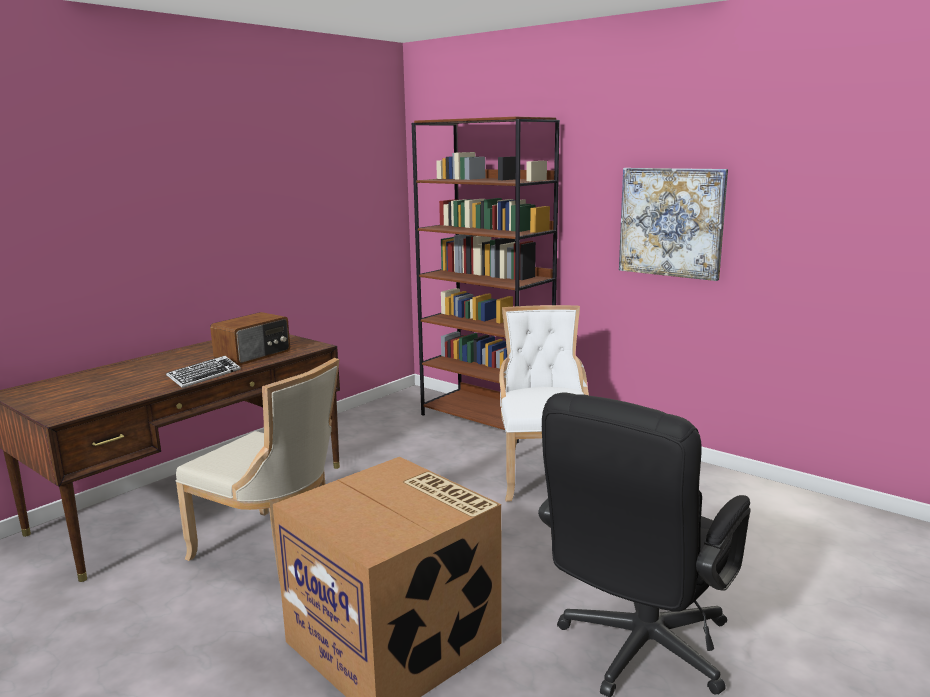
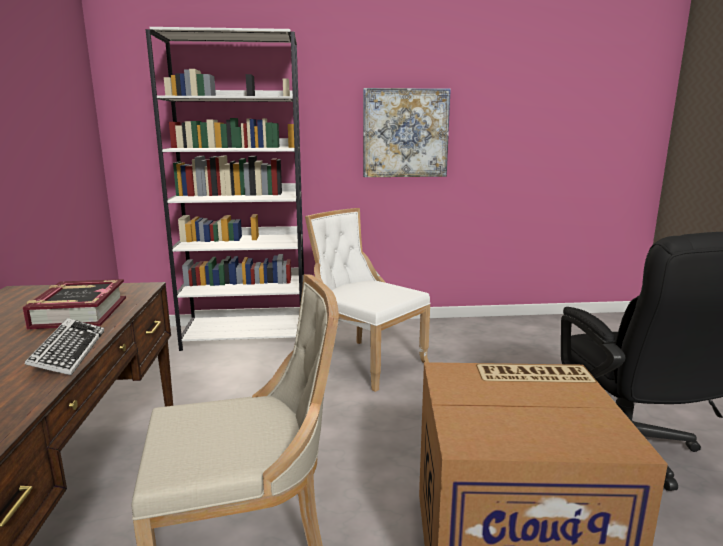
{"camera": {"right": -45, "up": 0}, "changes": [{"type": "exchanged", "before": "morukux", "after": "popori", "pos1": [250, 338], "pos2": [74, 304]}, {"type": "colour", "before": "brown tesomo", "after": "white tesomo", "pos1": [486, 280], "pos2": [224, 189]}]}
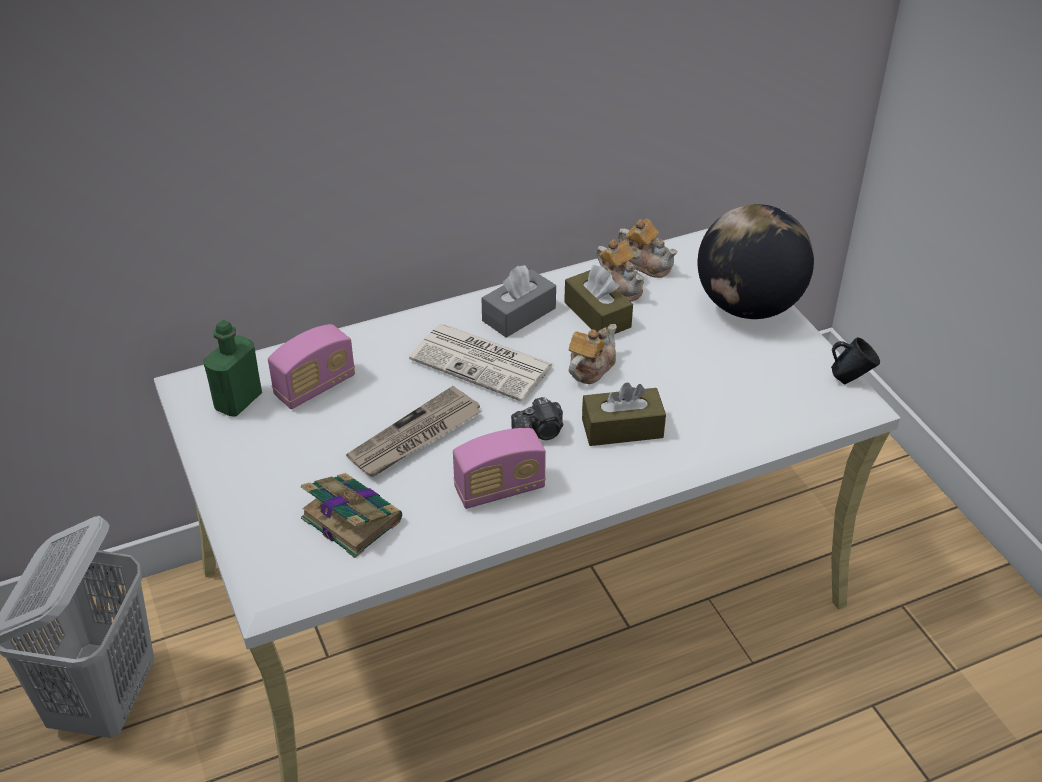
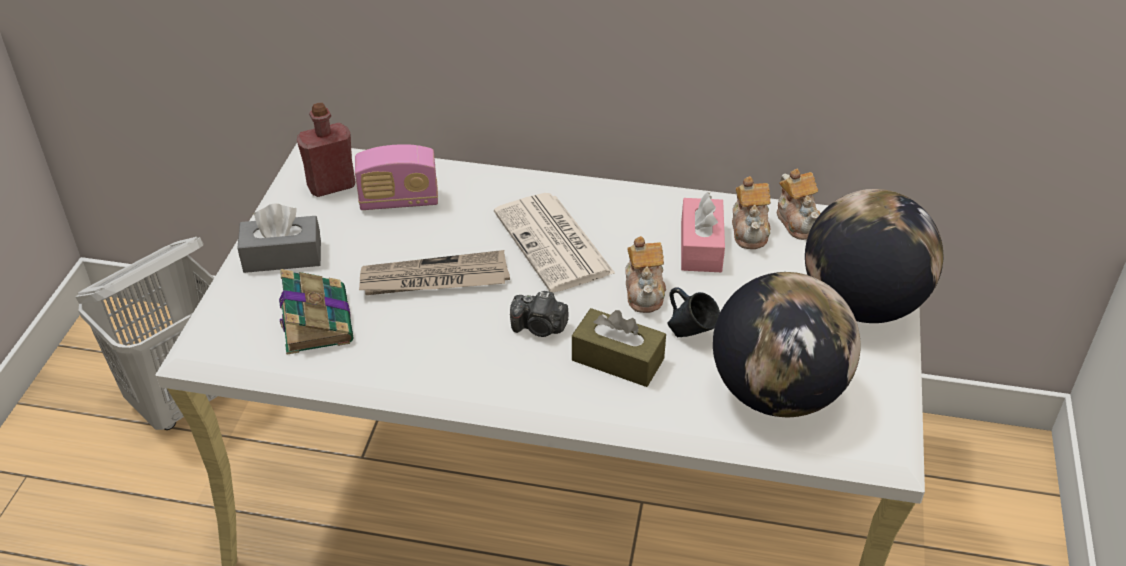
{"camera": {"right": 35, "up": 0}, "changes": [{"type": "missing", "before": "morukux", "pos1": [499, 468]}, {"type": "appeared", "after": "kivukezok", "pos2": [787, 344]}, {"type": "relocated", "before": "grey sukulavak", "pos1": [518, 301], "pos2": [279, 238]}, {"type": "relocated", "before": "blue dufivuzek", "pos1": [855, 360], "pos2": [693, 312]}, {"type": "colour", "before": "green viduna", "after": "red viduna", "pos1": [232, 368], "pos2": [326, 150]}, {"type": "colour", "before": "brown sukulavak", "after": "pink sukulavak", "pos1": [598, 299], "pos2": [703, 232]}, {"type": "spun", "before": "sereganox", "pos1": [593, 354], "pos2": [646, 274], "turn": 105}]}
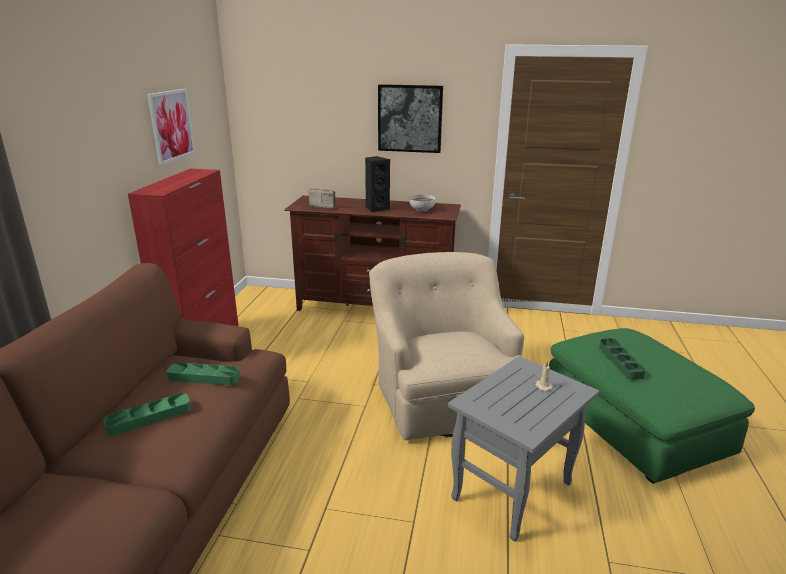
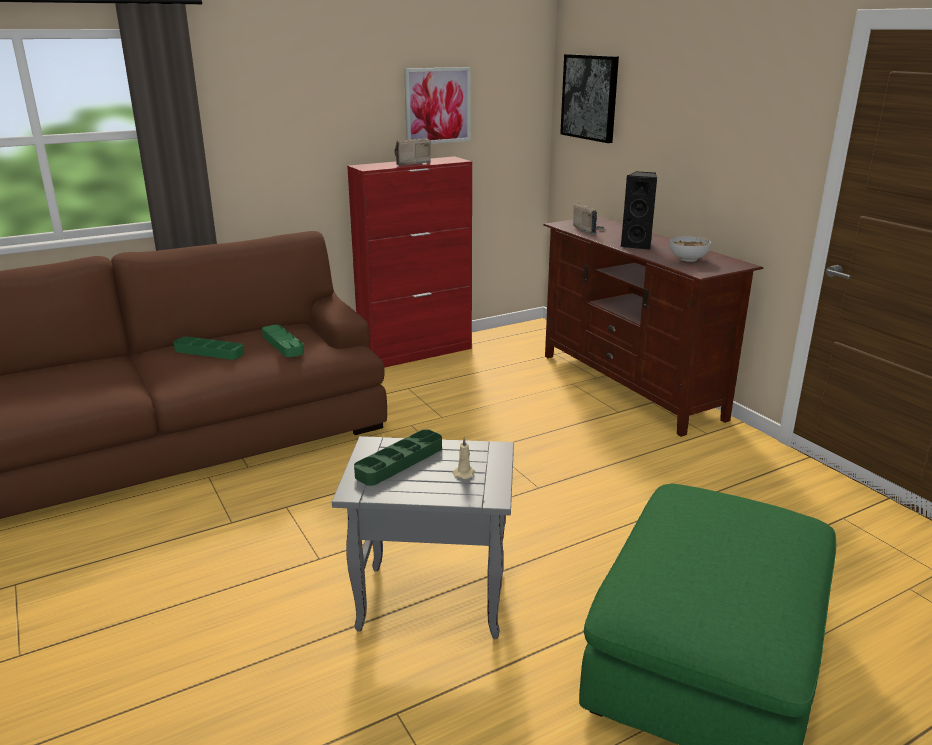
{"camera": {"right": 50, "up": 0}, "changes": [{"type": "missing", "before": "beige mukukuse", "pos1": [446, 346]}, {"type": "appeared", "after": "morukux", "pos2": [412, 152]}, {"type": "relocated", "before": "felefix", "pos1": [410, 118], "pos2": [589, 98]}, {"type": "relocated", "before": "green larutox", "pos1": [622, 359], "pos2": [398, 457]}]}
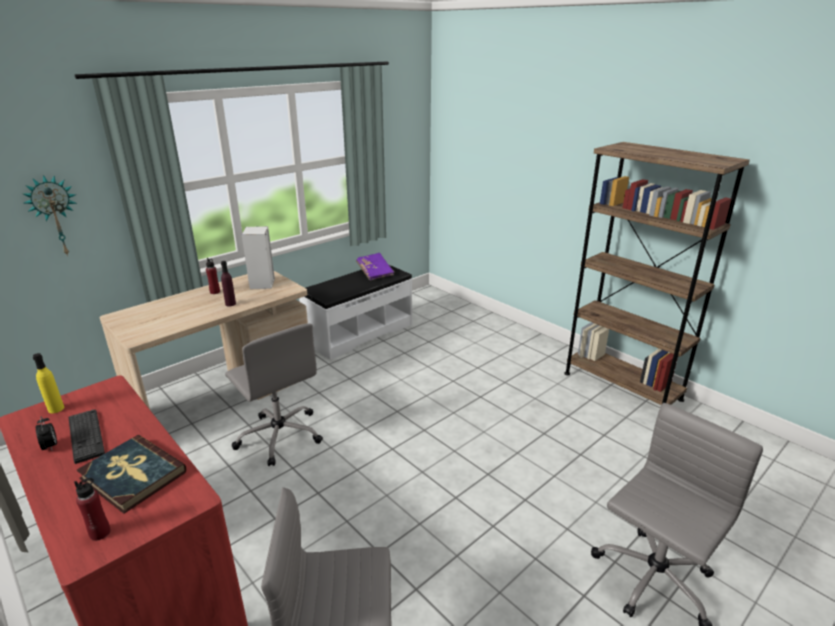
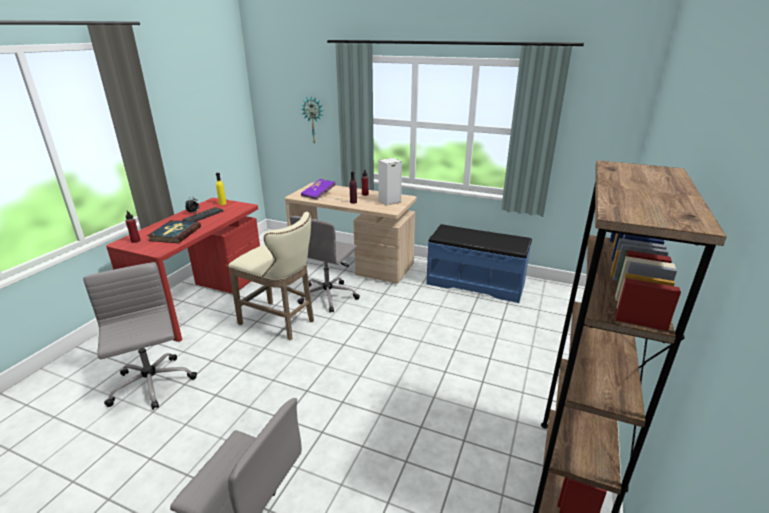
{"camera": {"right": 65, "up": 0}, "changes": [{"type": "appeared", "after": "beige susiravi", "pos2": [271, 276]}, {"type": "relocated", "before": "purple popori", "pos1": [375, 267], "pos2": [318, 189]}, {"type": "colour", "before": "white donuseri", "after": "blue donuseri", "pos1": [355, 312], "pos2": [479, 263]}]}
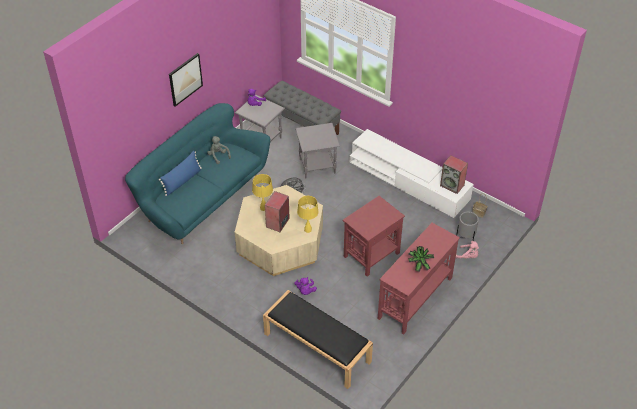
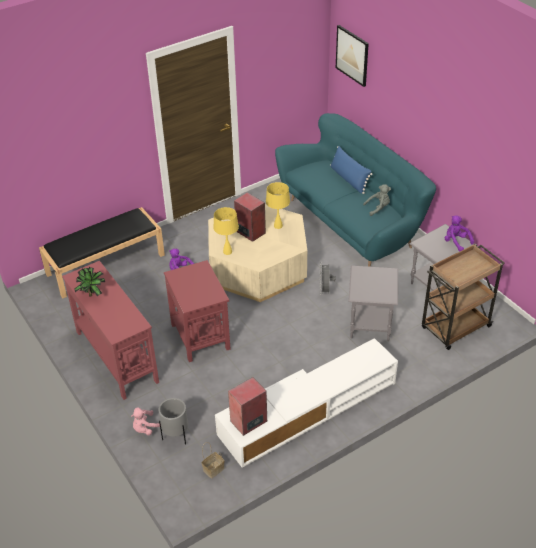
{"camera": {"right": 110, "up": -5}, "changes": [{"type": "relocated", "before": "felefix", "pos1": [186, 80], "pos2": [352, 56]}, {"type": "exchanged", "before": "grey donuseri", "after": "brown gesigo", "pos1": [302, 108], "pos2": [463, 297]}]}
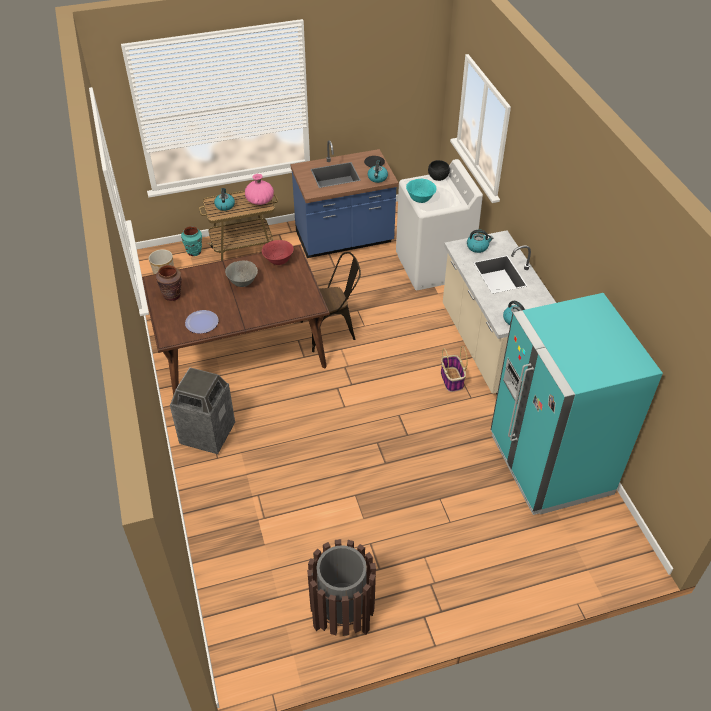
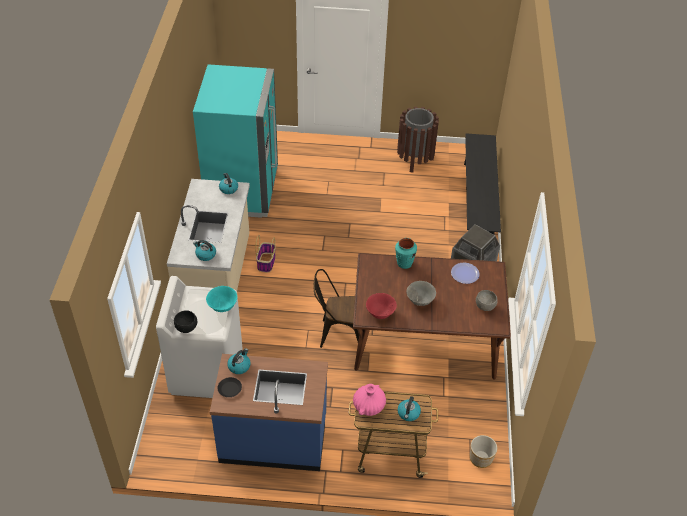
{"camera": {"right": -160, "up": 0}, "changes": [{"type": "appeared", "after": "black donuseri", "pos2": [482, 184]}, {"type": "relocated", "before": "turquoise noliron", "pos1": [191, 241], "pos2": [406, 253]}, {"type": "exchanged", "before": "brown noliron", "after": "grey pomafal", "pos1": [169, 283], "pos2": [487, 300]}]}
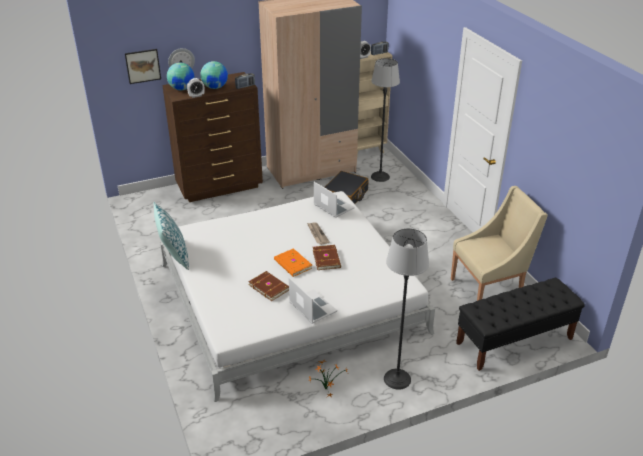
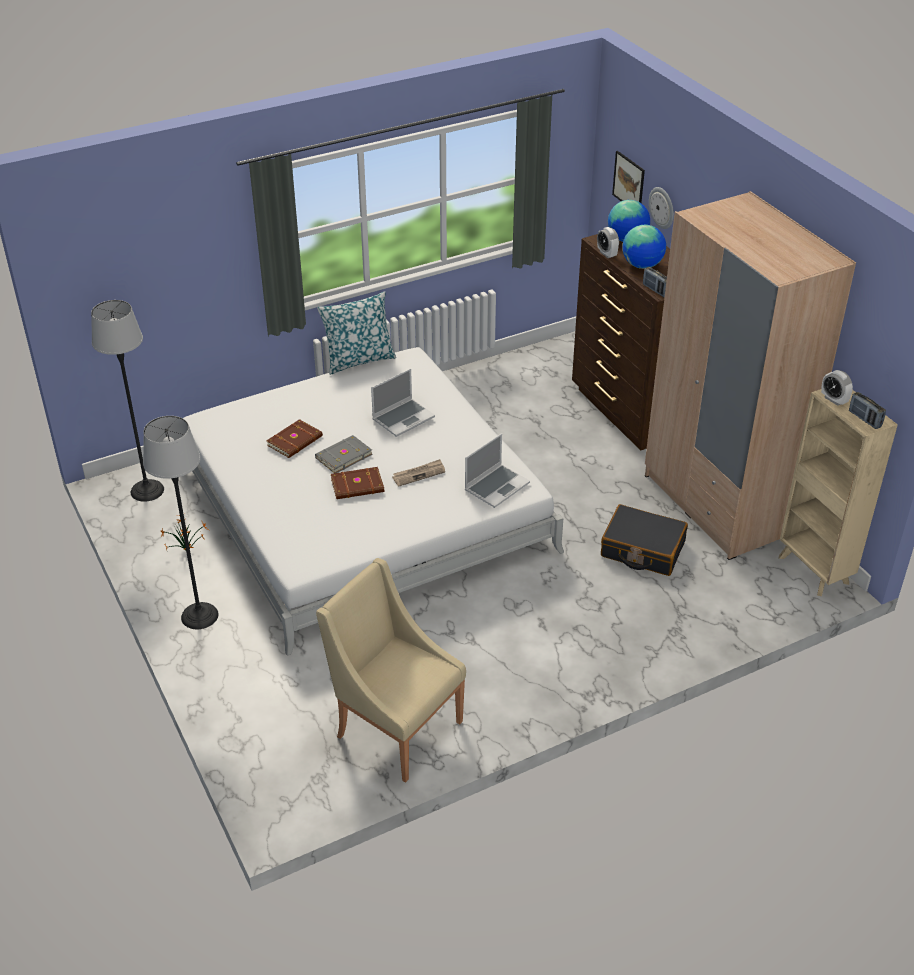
{"camera": {"right": 85, "up": 5}, "changes": [{"type": "missing", "before": "black donuseri", "pos1": [520, 324]}, {"type": "relocated", "before": "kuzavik", "pos1": [313, 300], "pos2": [403, 403]}, {"type": "relocated", "before": "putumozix", "pos1": [385, 120], "pos2": [127, 401]}, {"type": "colour", "before": "orange popori", "after": "grey popori", "pos1": [293, 262], "pos2": [344, 454]}, {"type": "spun", "before": "beige mukukuse", "pos1": [499, 243], "pos2": [391, 670], "turn": 150}]}
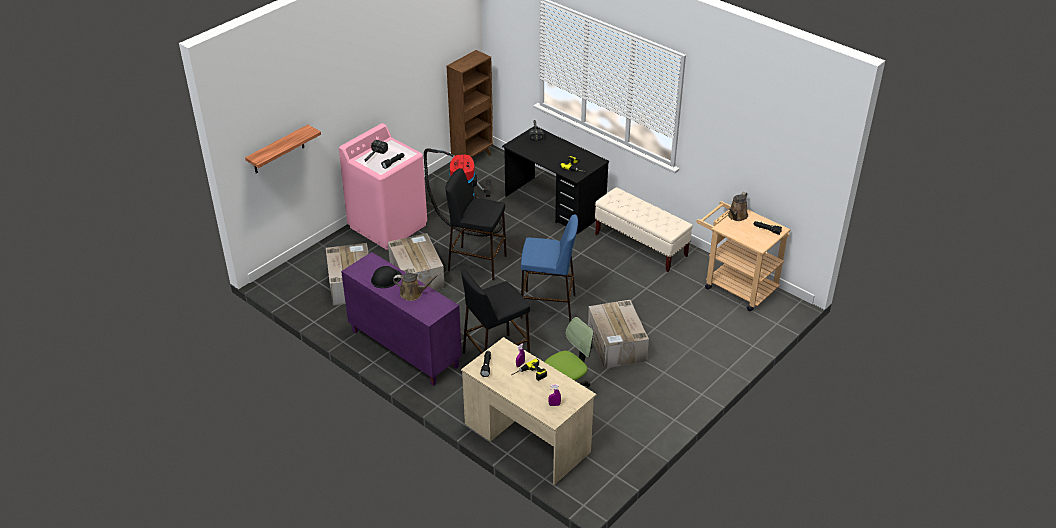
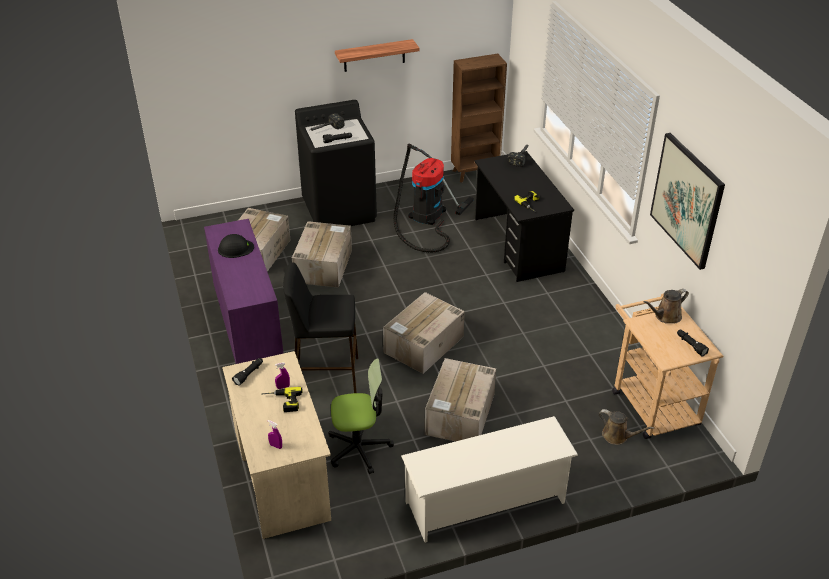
{"camera": {"right": 30, "up": 0}, "changes": [{"type": "missing", "before": "black susiravi", "pos1": [476, 224]}, {"type": "missing", "before": "beige donuseri", "pos1": [644, 229]}, {"type": "appeared", "after": "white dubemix", "pos2": [489, 479]}, {"type": "appeared", "after": "felefix", "pos2": [687, 201]}, {"type": "relocated", "before": "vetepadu", "pos1": [283, 149], "pos2": [377, 55]}, {"type": "relocated", "before": "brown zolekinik", "pos1": [416, 287], "pos2": [626, 427]}, {"type": "exchanged", "before": "blue susiravi", "after": "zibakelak", "pos1": [549, 268], "pos2": [424, 333]}, {"type": "colour", "before": "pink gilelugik", "after": "black gilelugik", "pos1": [383, 186], "pos2": [336, 163]}]}
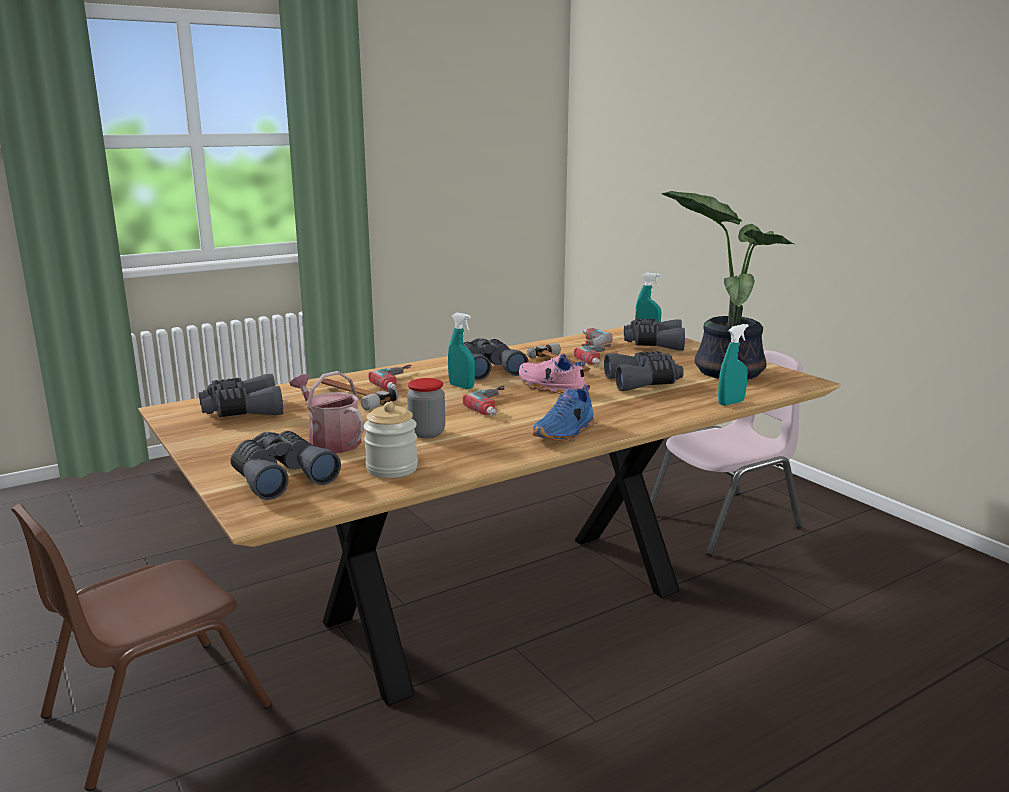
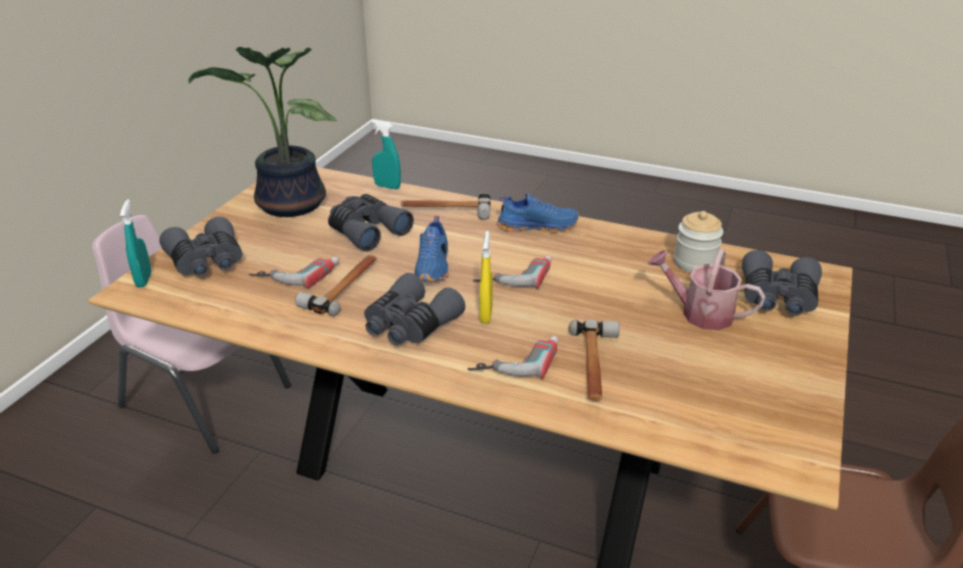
{"camera": {"right": -125, "up": 15}, "changes": [{"type": "missing", "before": "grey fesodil", "pos1": [241, 395]}, {"type": "missing", "before": "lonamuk", "pos1": [426, 408]}, {"type": "missing", "before": "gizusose", "pos1": [596, 337]}, {"type": "appeared", "after": "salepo", "pos2": [445, 206]}, {"type": "colour", "before": "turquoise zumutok", "after": "yellow zumutok", "pos1": [461, 351], "pos2": [486, 277]}, {"type": "colour", "before": "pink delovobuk", "after": "blue delovobuk", "pos1": [552, 373], "pos2": [432, 249]}, {"type": "spun", "before": "zolekinik", "pos1": [326, 412], "pos2": [707, 289], "turn": 105}]}
